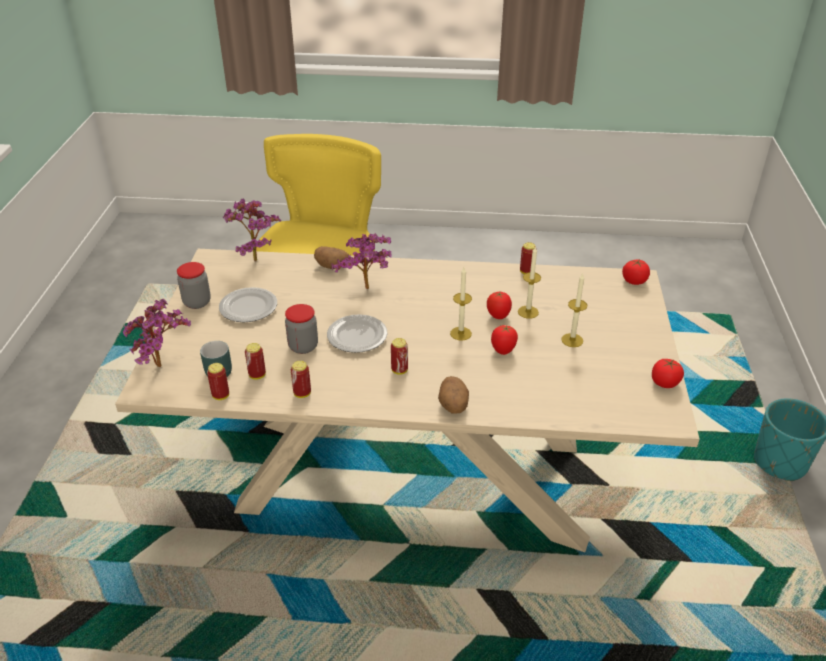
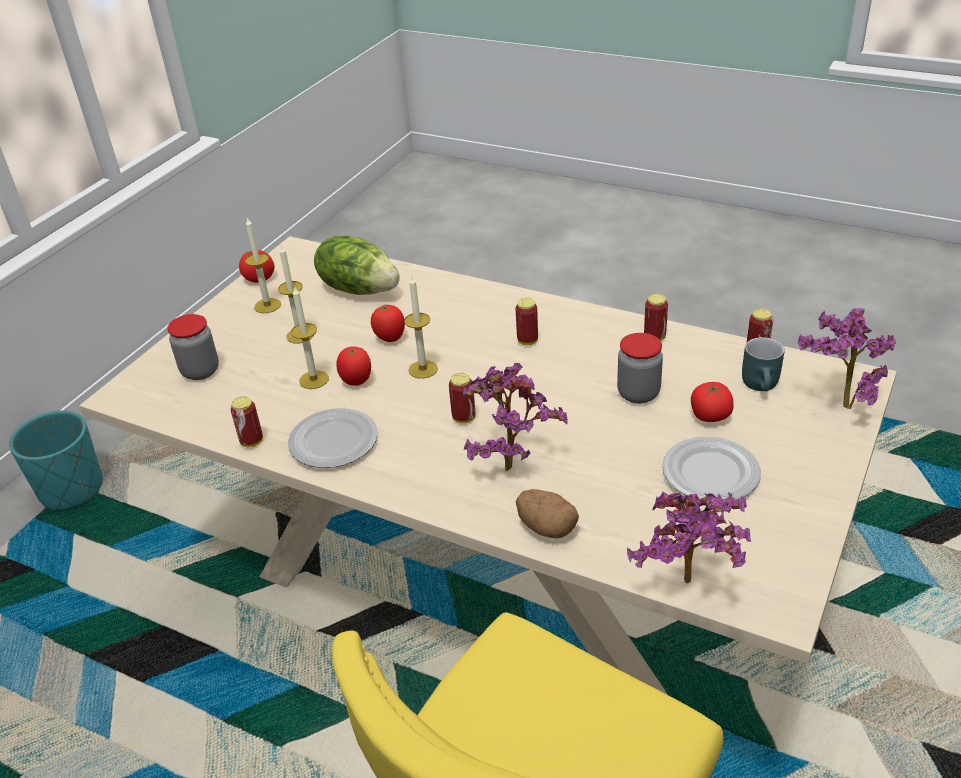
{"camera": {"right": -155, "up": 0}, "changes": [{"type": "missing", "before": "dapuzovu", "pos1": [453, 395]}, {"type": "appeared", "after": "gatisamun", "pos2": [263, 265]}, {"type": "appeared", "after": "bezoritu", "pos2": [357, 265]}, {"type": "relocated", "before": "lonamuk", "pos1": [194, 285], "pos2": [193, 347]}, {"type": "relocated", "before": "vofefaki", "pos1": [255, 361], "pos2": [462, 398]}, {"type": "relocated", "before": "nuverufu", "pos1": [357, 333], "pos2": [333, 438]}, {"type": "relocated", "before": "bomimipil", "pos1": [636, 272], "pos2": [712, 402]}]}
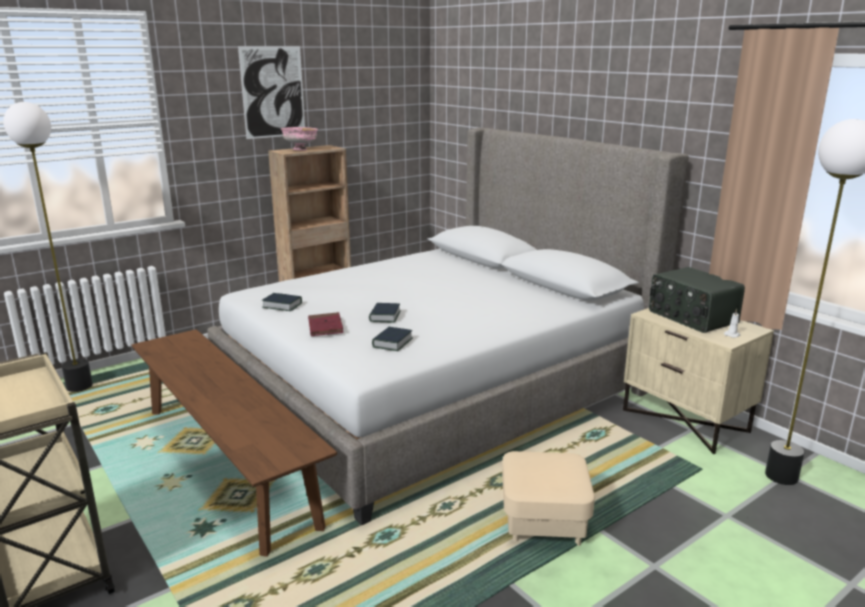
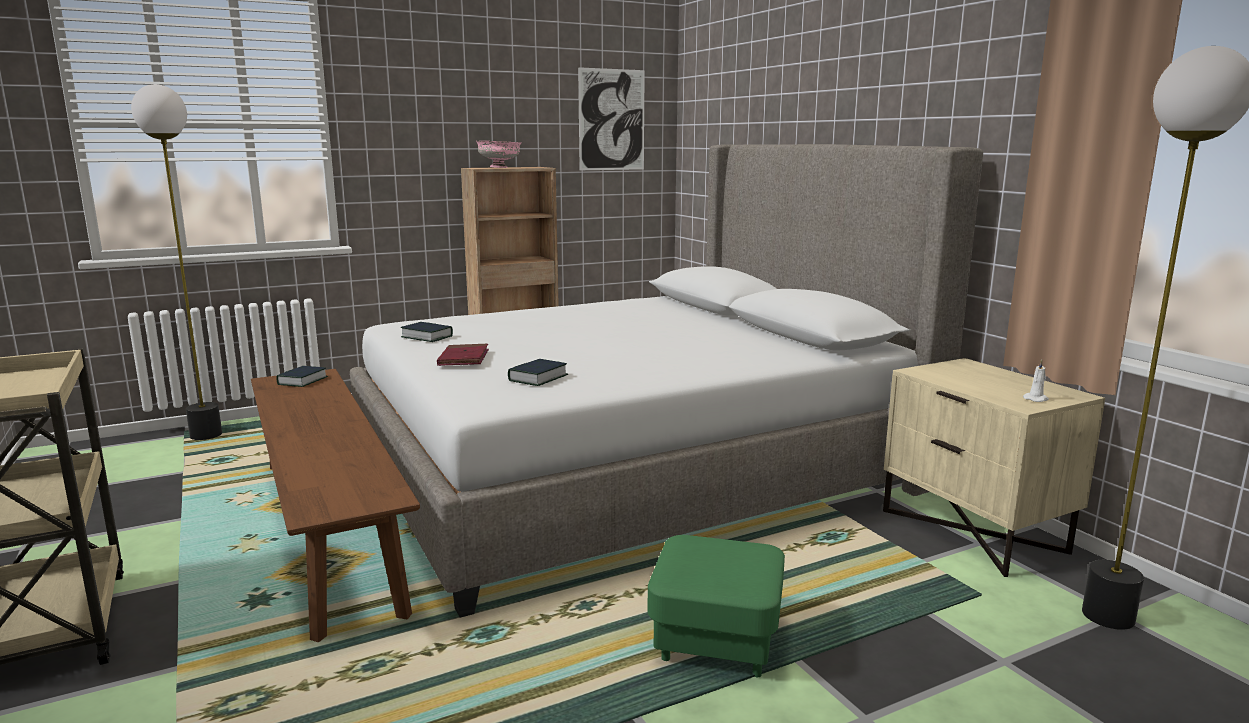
{"camera": {"right": 10, "up": -5}, "changes": [{"type": "missing", "before": "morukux", "pos1": [697, 300]}, {"type": "relocated", "before": "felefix", "pos1": [271, 92], "pos2": [611, 118]}, {"type": "relocated", "before": "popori", "pos1": [385, 312], "pos2": [302, 376]}, {"type": "colour", "before": "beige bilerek", "after": "green bilerek", "pos1": [548, 498], "pos2": [716, 606]}]}
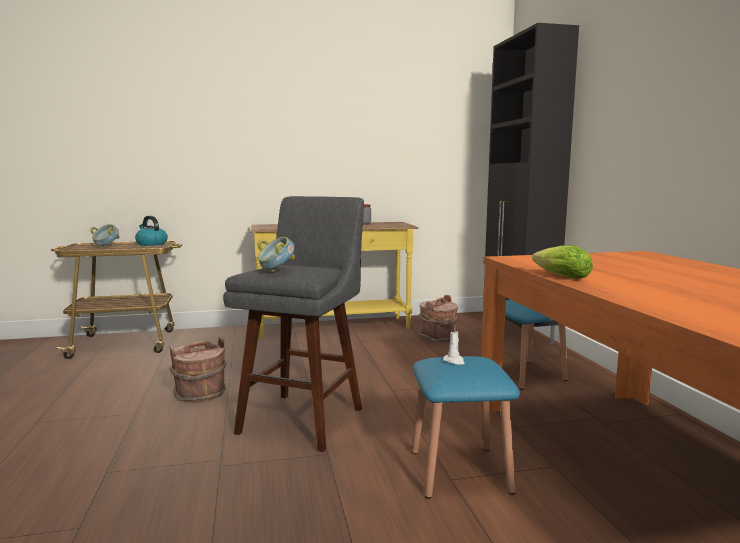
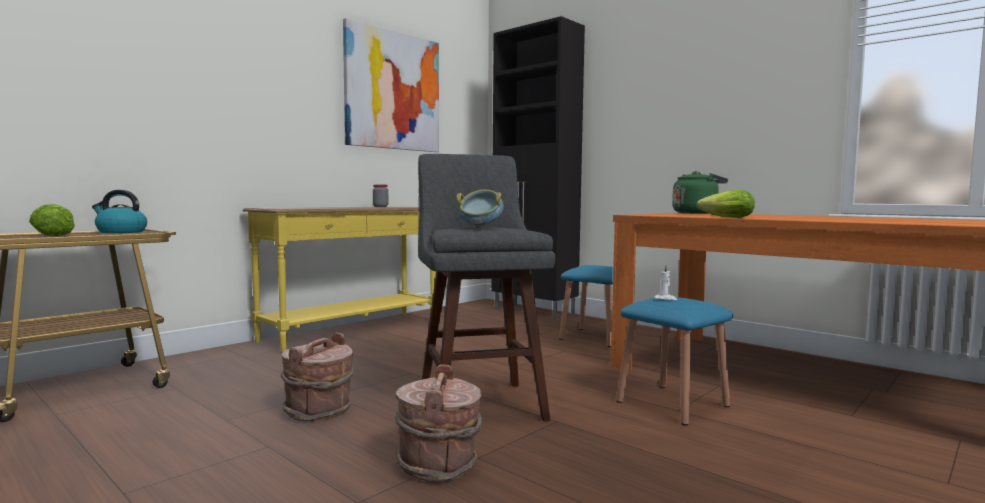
{"camera": {"right": -35, "up": -5}, "changes": [{"type": "appeared", "after": "felefix", "pos2": [391, 85]}, {"type": "appeared", "after": "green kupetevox", "pos2": [700, 192]}, {"type": "relocated", "before": "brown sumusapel", "pos1": [438, 319], "pos2": [438, 423]}, {"type": "exchanged", "before": "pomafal", "after": "bezoritu", "pos1": [105, 236], "pos2": [52, 220]}]}
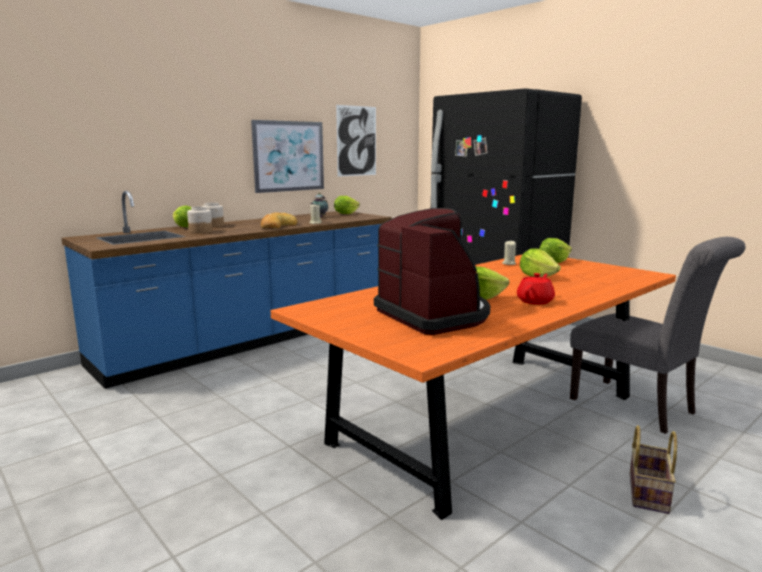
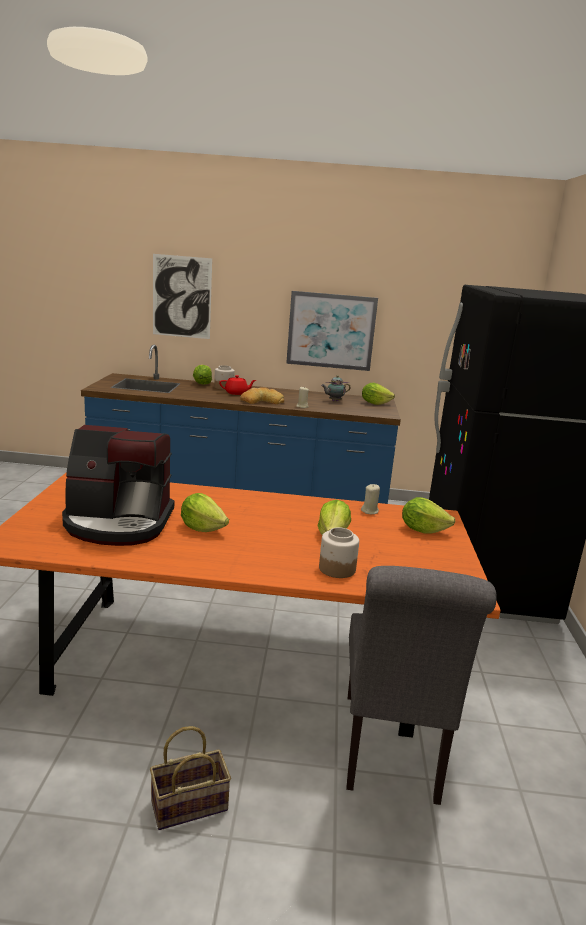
{"camera": {"right": 45, "up": 5}, "changes": [{"type": "relocated", "before": "lonamuk", "pos1": [199, 220], "pos2": [339, 552]}, {"type": "relocated", "before": "felefix", "pos1": [356, 141], "pos2": [182, 296]}, {"type": "relocated", "before": "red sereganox", "pos1": [536, 289], "pos2": [237, 385]}, {"type": "spun", "before": "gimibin", "pos1": [432, 271], "pos2": [118, 485], "turn": 75}]}
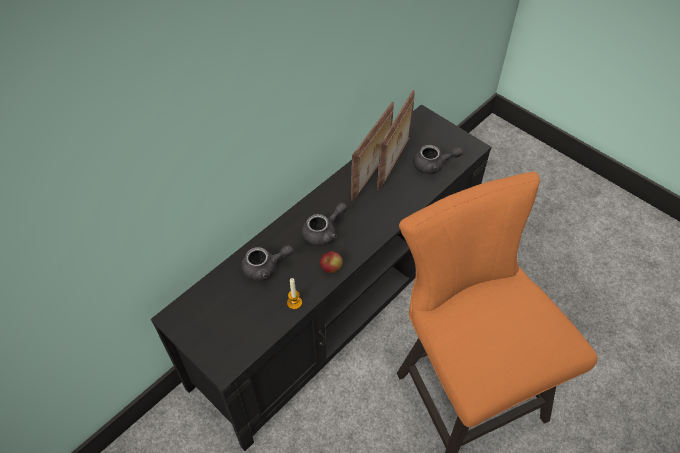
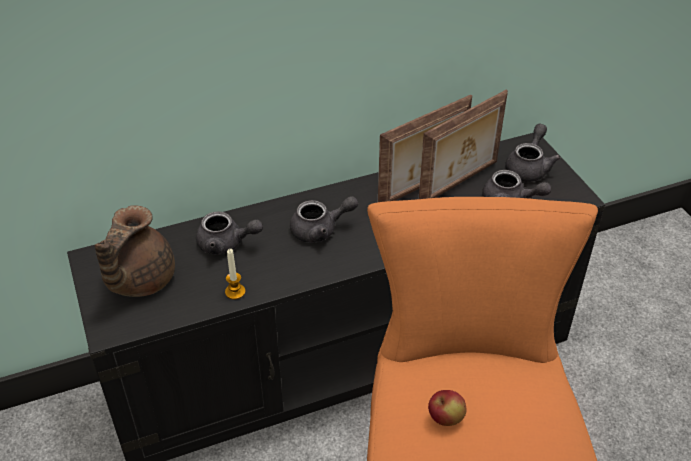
{"camera": {"right": 25, "up": -10}, "changes": [{"type": "appeared", "after": "brown sereganox", "pos2": [134, 251]}, {"type": "appeared", "after": "grey sereganox", "pos2": [533, 153]}, {"type": "relocated", "before": "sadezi", "pos1": [331, 262], "pos2": [447, 408]}]}
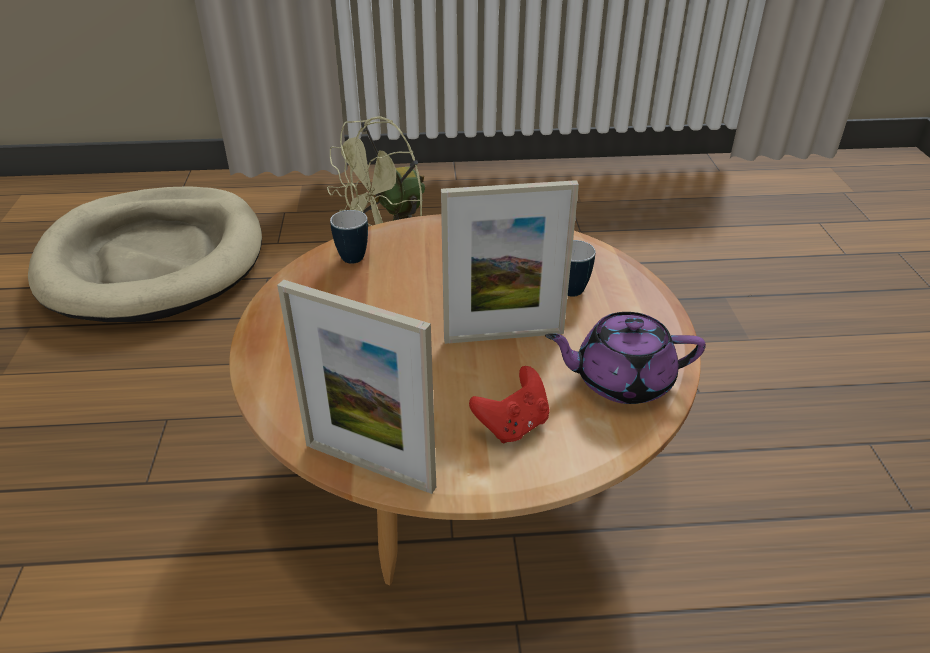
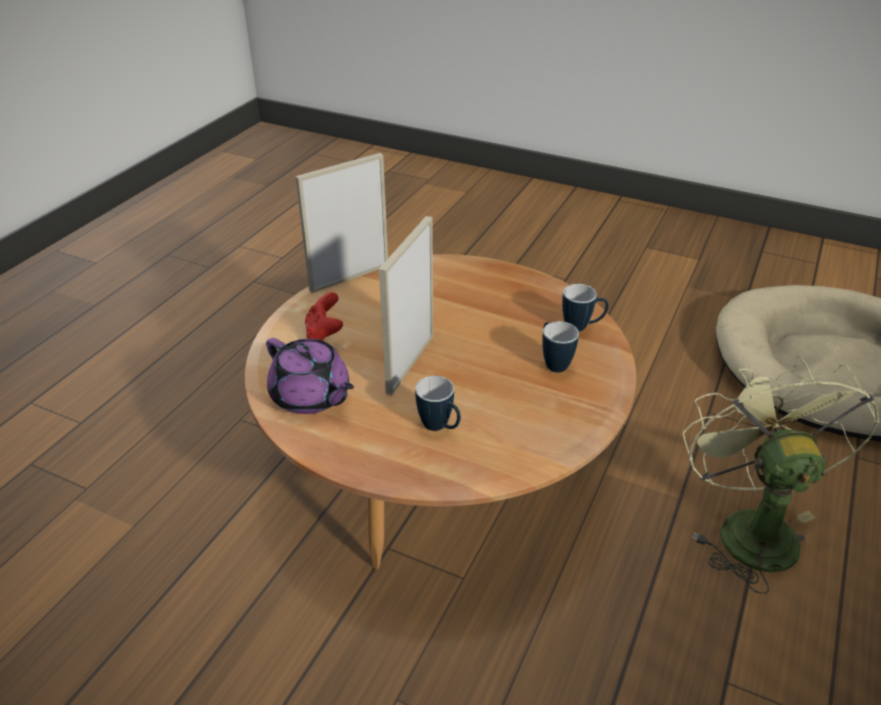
{"camera": {"right": 120, "up": 0}, "changes": [{"type": "appeared", "after": "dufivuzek", "pos2": [560, 346]}, {"type": "spun", "before": "purple sereganox", "pos1": [625, 358], "pos2": [310, 376], "turn": 105}]}
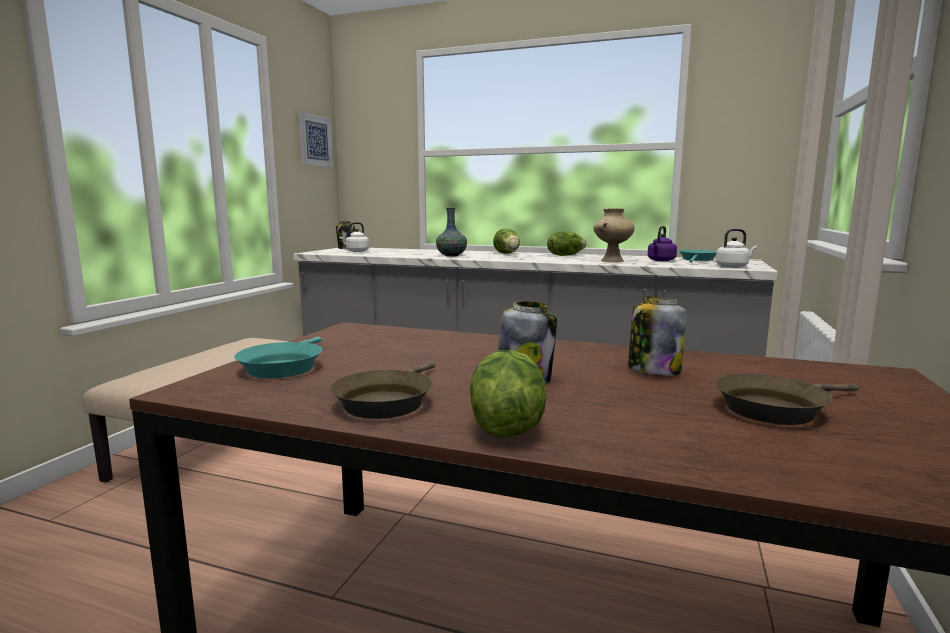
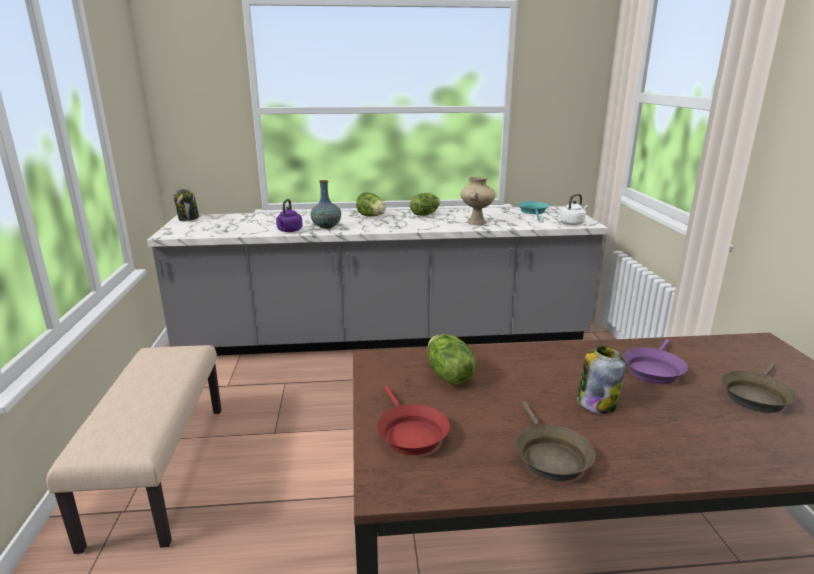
{"camera": {"right": -25, "up": 10}, "changes": [{"type": "missing", "before": "felefix", "pos1": [315, 139]}, {"type": "missing", "before": "white kupetevox", "pos1": [354, 237]}, {"type": "relocated", "before": "bezoritu", "pos1": [508, 393], "pos2": [452, 359]}, {"type": "relocated", "before": "purple kupetevox", "pos1": [662, 243], "pos2": [289, 215]}, {"type": "exchanged", "before": "lonamuk", "after": "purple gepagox", "pos1": [657, 336], "pos2": [655, 361]}, {"type": "colour", "before": "turquoise gepagox", "after": "red gepagox", "pos1": [278, 357], "pos2": [413, 420]}]}
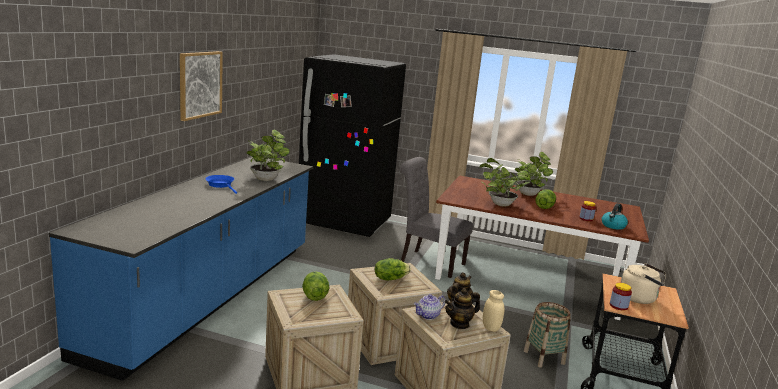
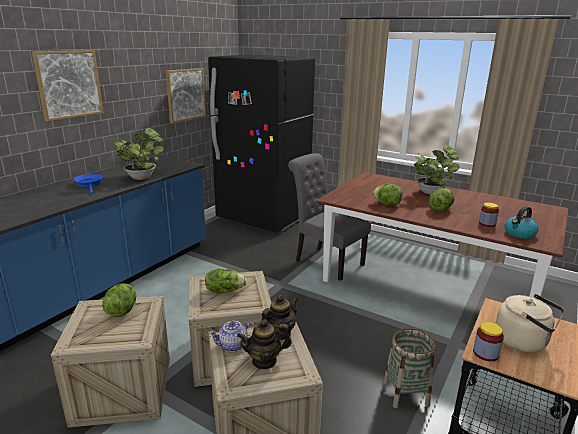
{"camera": {"right": 15, "up": 5}, "changes": [{"type": "missing", "before": "beige lonamuk", "pos1": [494, 311]}, {"type": "appeared", "after": "felefix", "pos2": [186, 95]}, {"type": "exchanged", "before": "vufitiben", "after": "bezoritu", "pos1": [505, 182], "pos2": [387, 195]}]}
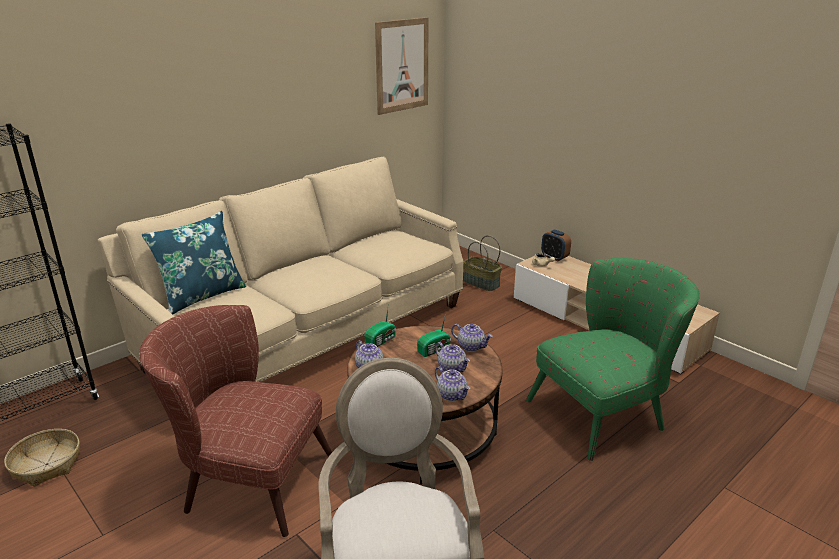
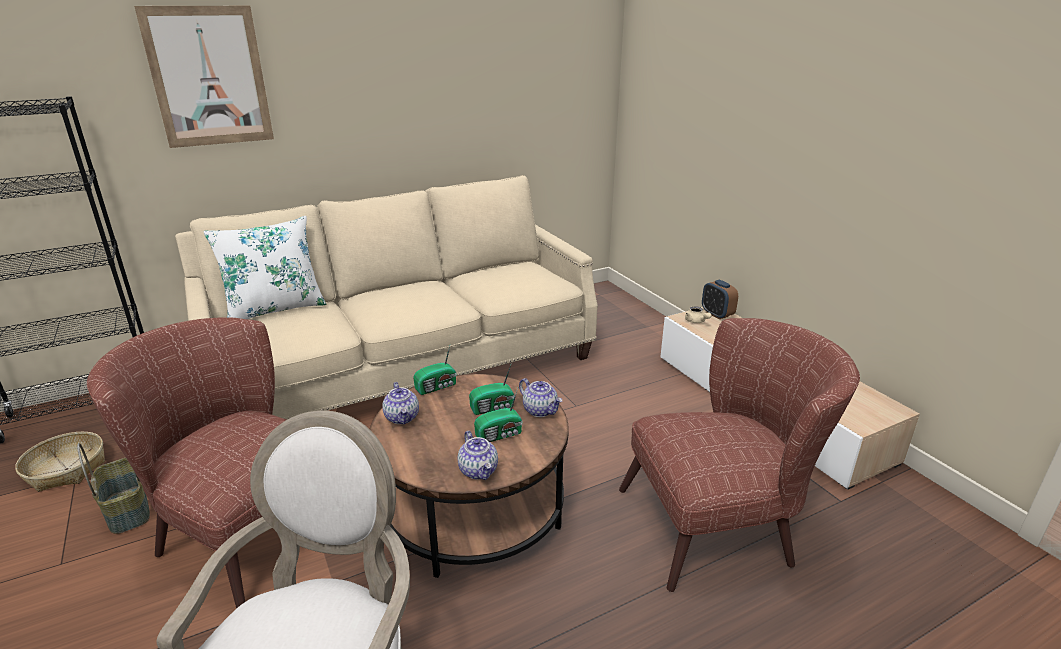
{"camera": {"right": 15, "up": 0}, "changes": [{"type": "relocated", "before": "felefix", "pos1": [402, 66], "pos2": [204, 77]}, {"type": "relocated", "before": "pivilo", "pos1": [482, 263], "pos2": [113, 488]}, {"type": "exchanged", "before": "sereganox", "after": "morukux", "pos1": [452, 357], "pos2": [498, 415]}, {"type": "colour", "before": "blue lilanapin", "after": "white lilanapin", "pos1": [193, 262], "pos2": [265, 267]}, {"type": "colour", "before": "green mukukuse", "after": "brown mukukuse", "pos1": [613, 359], "pos2": [739, 455]}]}
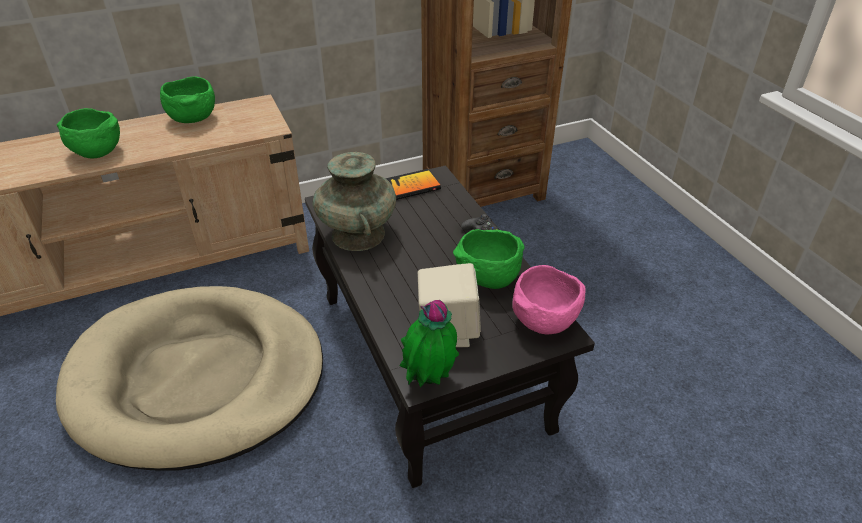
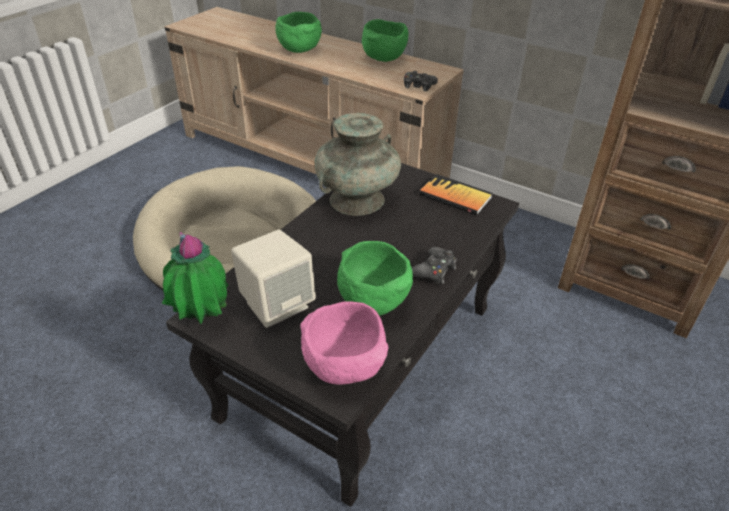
{"camera": {"right": 55, "up": 0}, "changes": [{"type": "appeared", "after": "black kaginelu", "pos2": [421, 81]}]}
